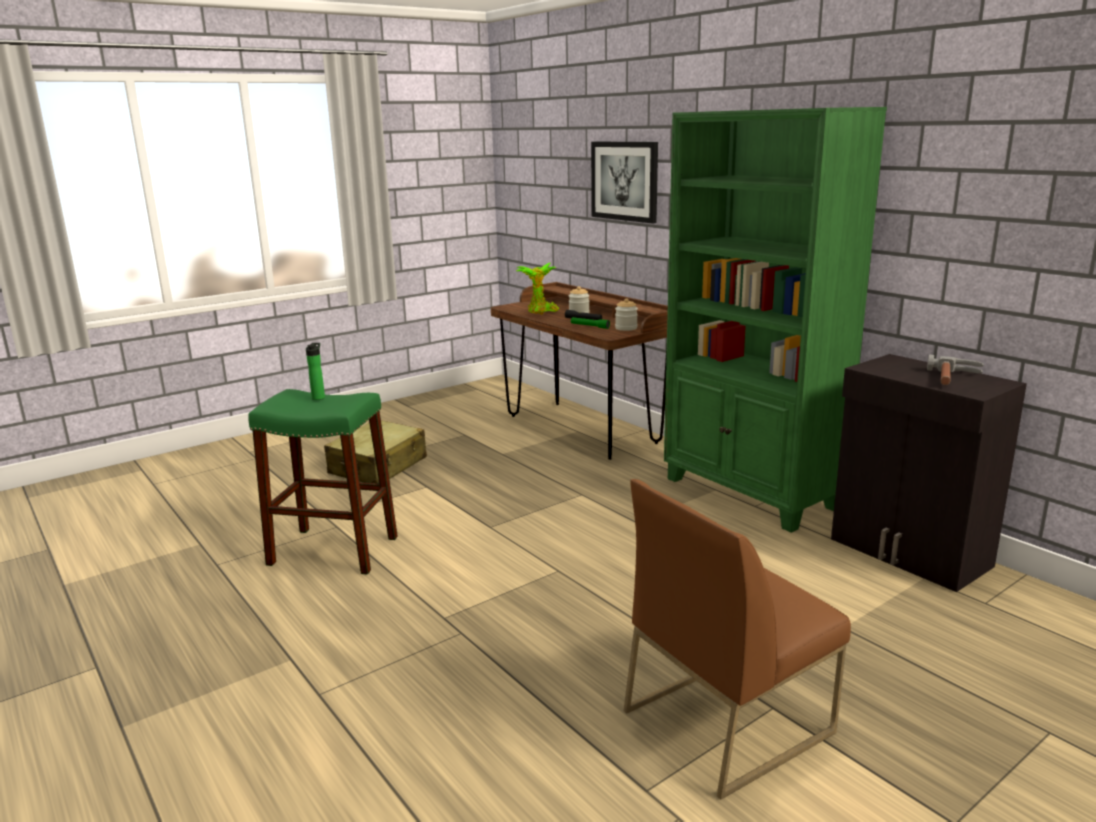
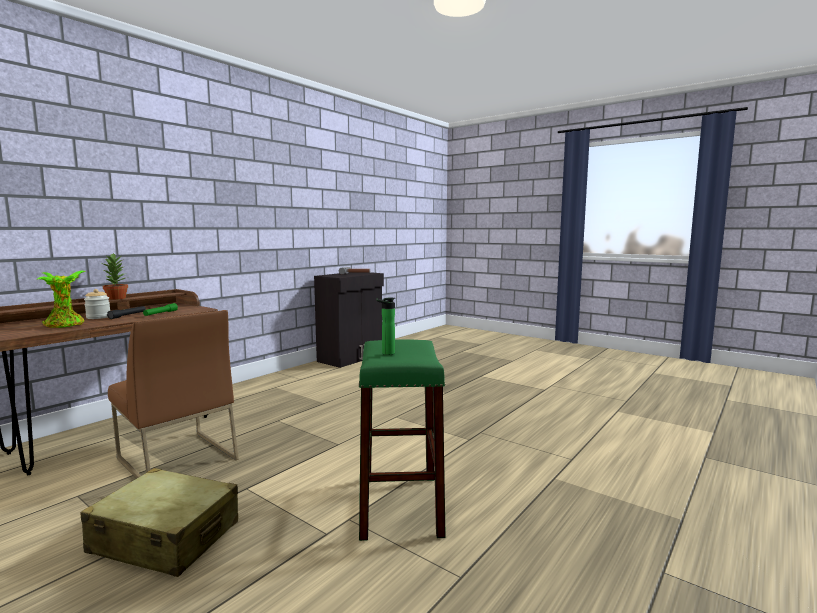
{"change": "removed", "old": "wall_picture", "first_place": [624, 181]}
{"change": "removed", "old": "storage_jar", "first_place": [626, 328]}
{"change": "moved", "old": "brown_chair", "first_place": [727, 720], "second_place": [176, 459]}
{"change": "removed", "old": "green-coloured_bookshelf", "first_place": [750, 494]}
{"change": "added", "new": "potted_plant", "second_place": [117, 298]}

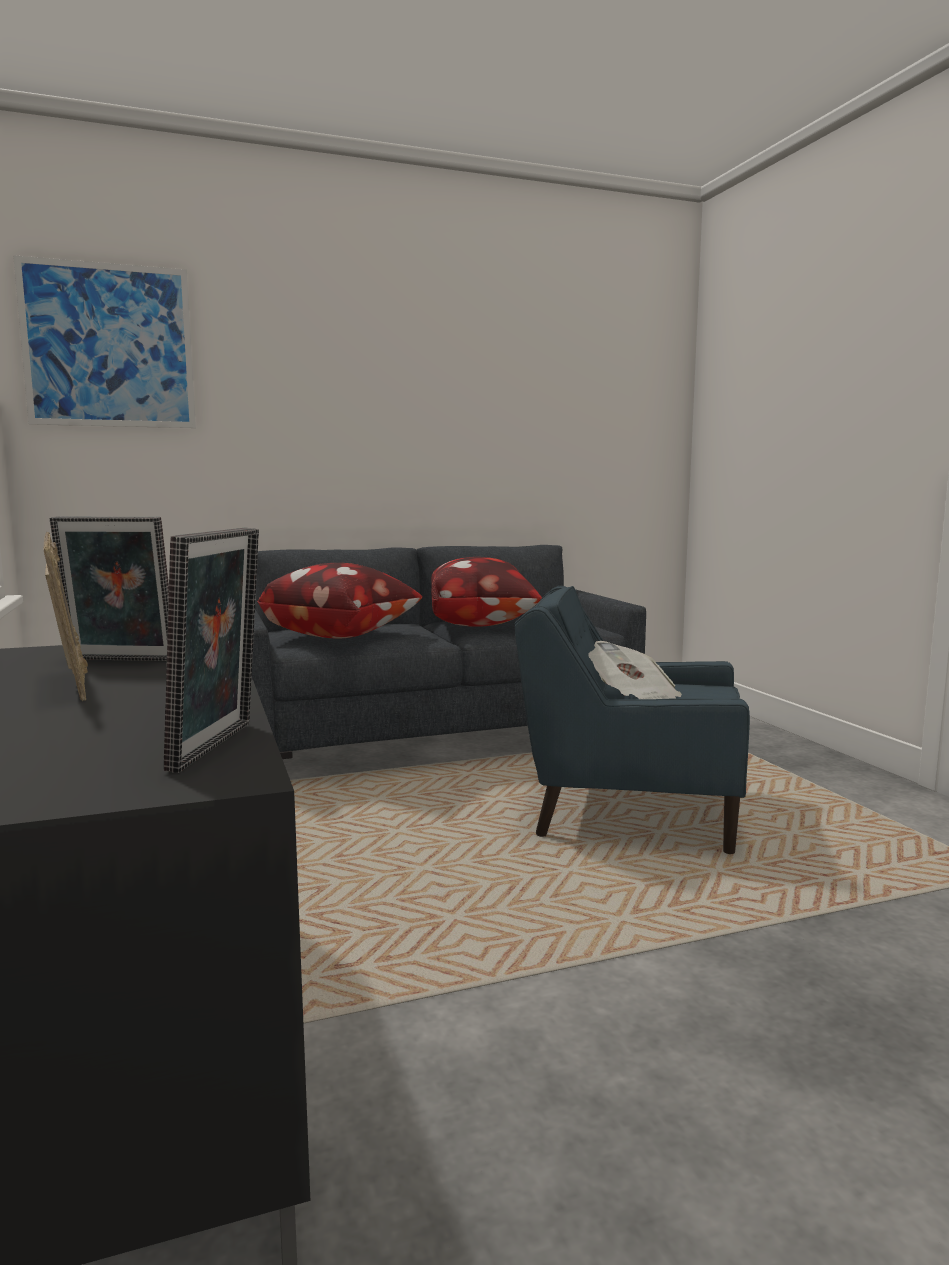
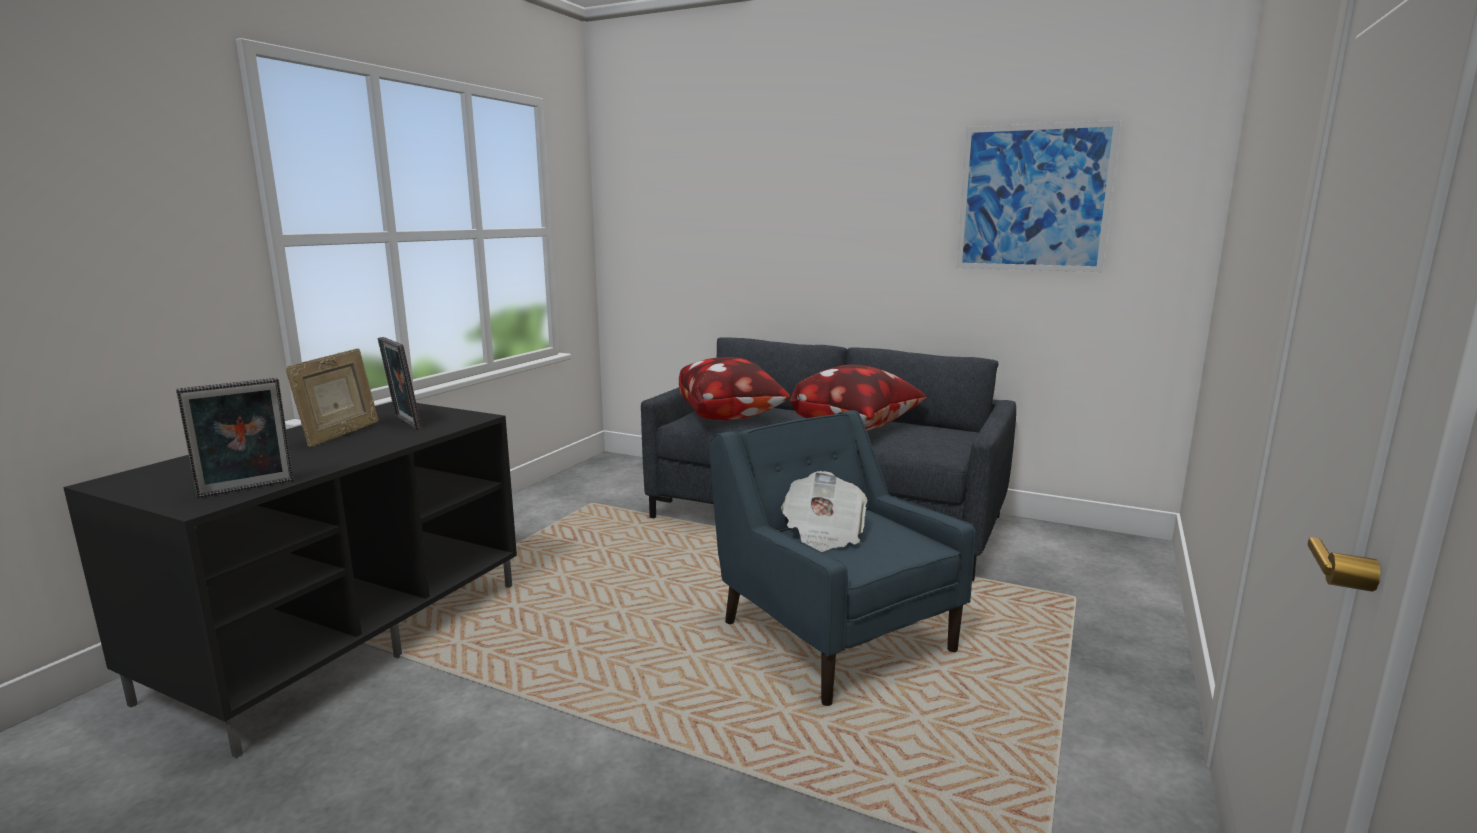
{"change": "moved", "old": "wall_picture", "first_place": [109, 346], "second_place": [1033, 198]}

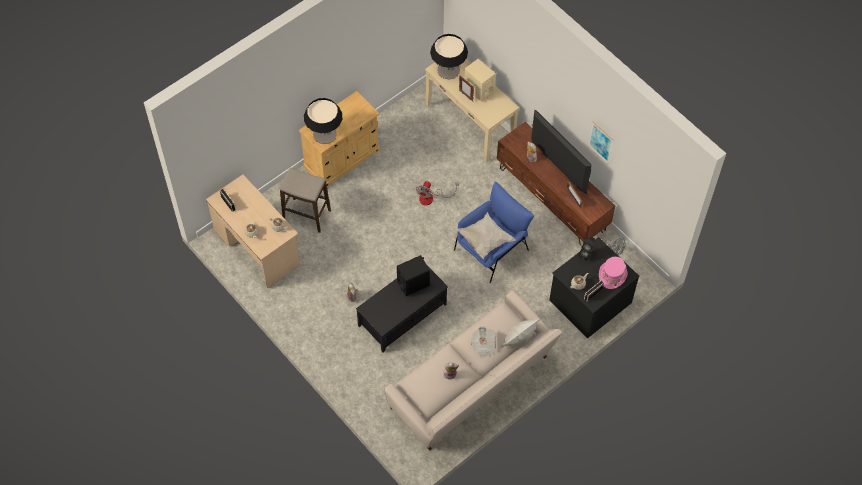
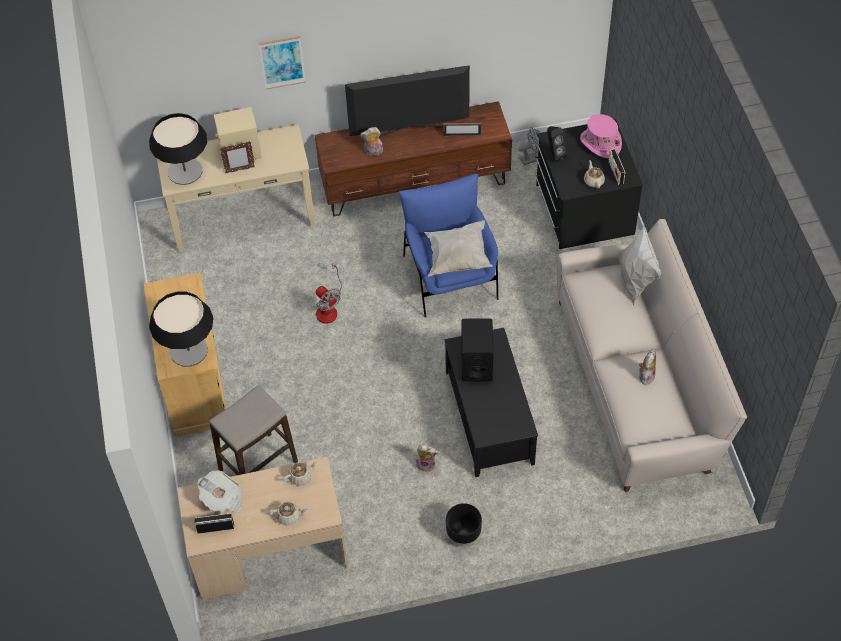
{"change": "moved", "old": "newspaper", "first_place": [483, 346], "second_place": [223, 499]}
{"change": "moved", "old": "wall_picture", "first_place": [600, 142], "second_place": [282, 62]}
{"change": "added", "new": "black-coloured_plant_pot", "second_place": [463, 536]}

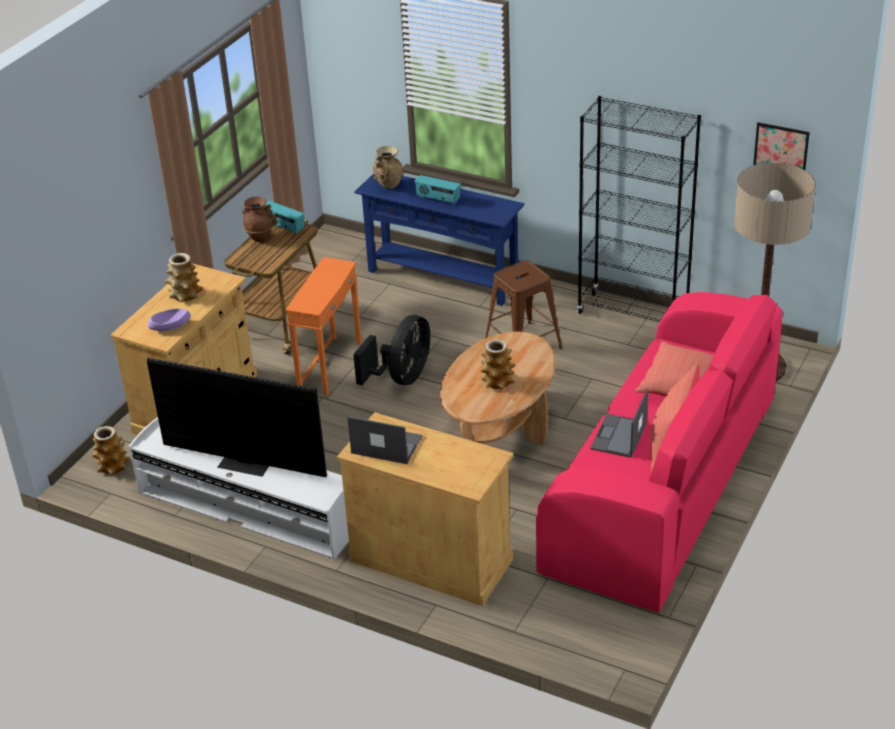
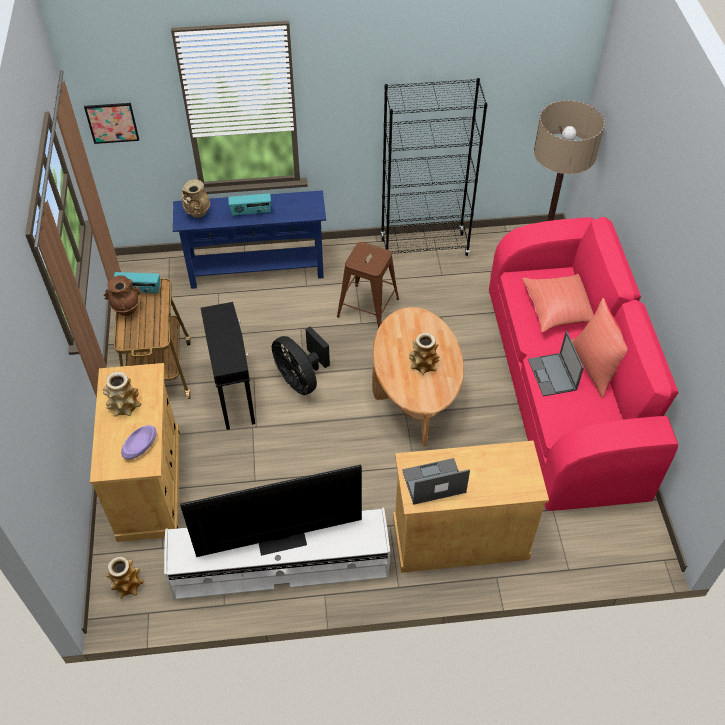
{"change": "recoloured", "old": "orangey_accent_table", "new": "black-coloured_accent_table", "first_place": [331, 365], "second_place": [234, 393]}
{"change": "turned", "old": "black-coloured_fan", "first_place": [402, 377], "second_place": [301, 379], "degrees": 150}
{"change": "moved", "old": "wall_picture", "first_place": [781, 150], "second_place": [112, 122]}

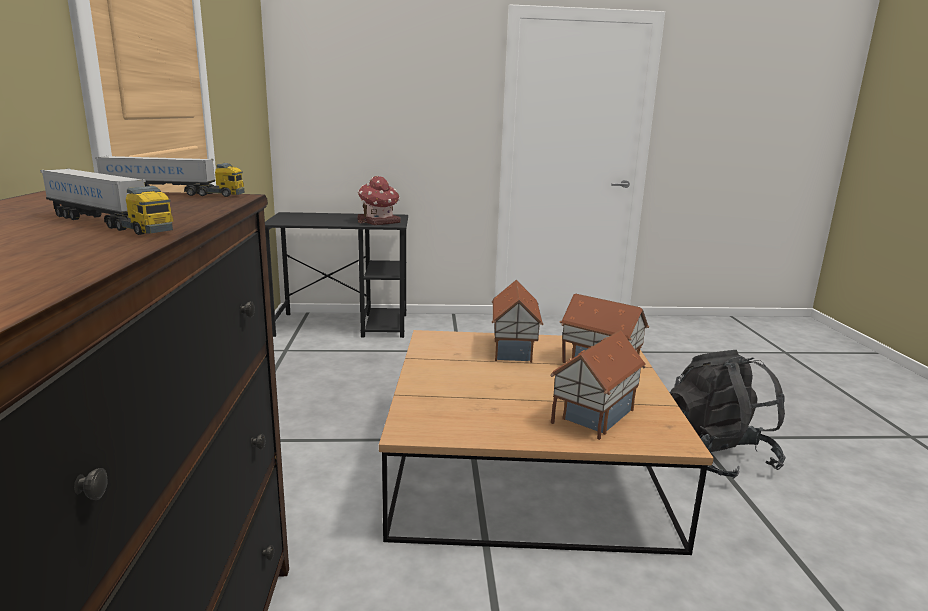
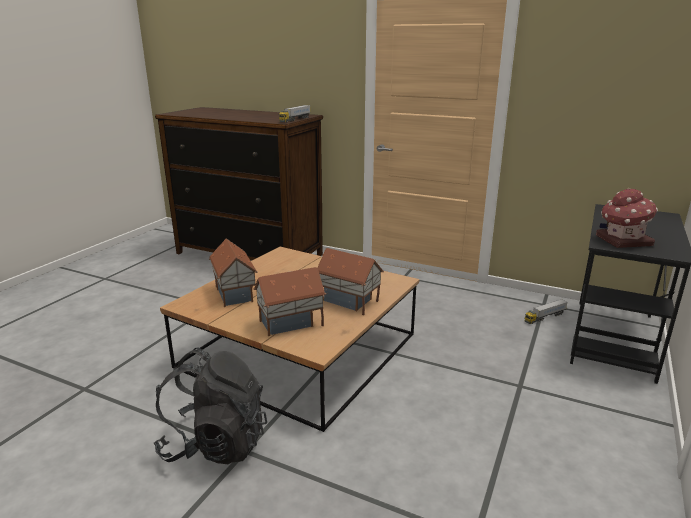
{"change": "moved", "old": "toy_lorry", "first_place": [108, 223], "second_place": [544, 317]}

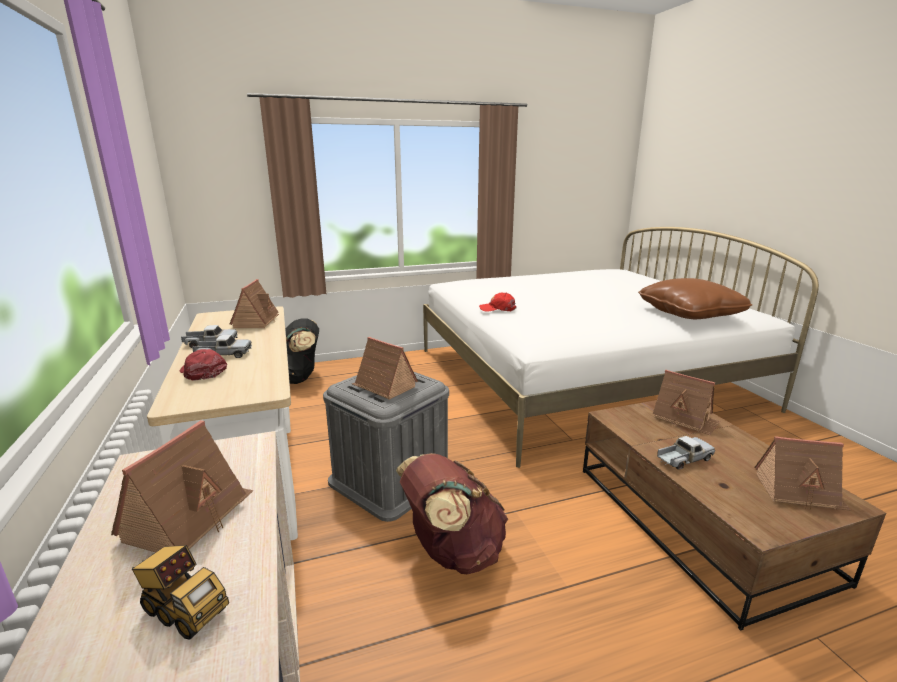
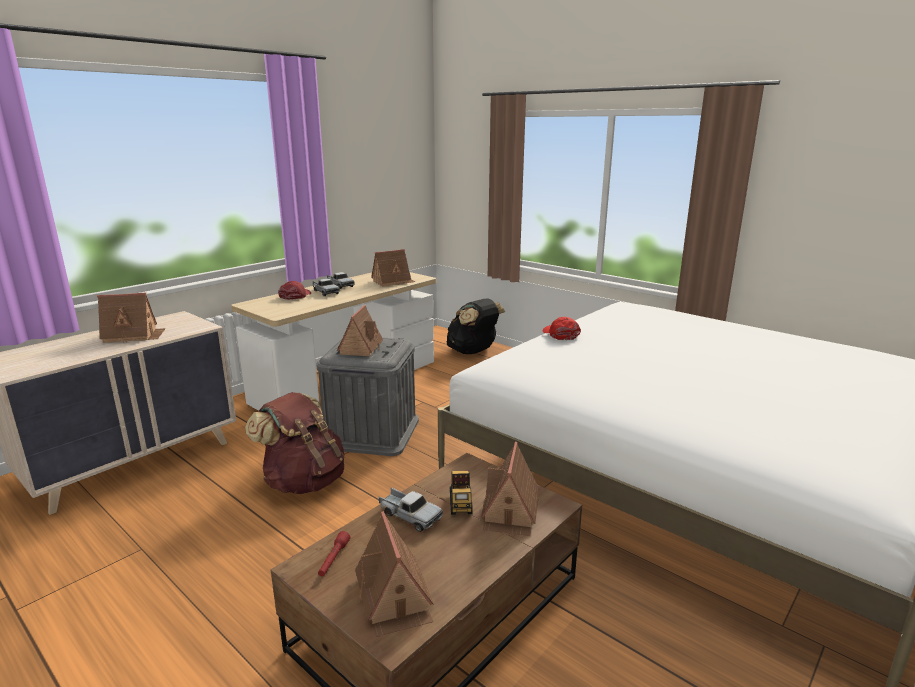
{"change": "moved", "old": "toy_lorry", "first_place": [184, 610], "second_place": [460, 504]}
{"change": "removed", "old": "brown_cushion", "first_place": [689, 314]}
{"change": "added", "new": "red_hand_torch", "second_place": [333, 559]}

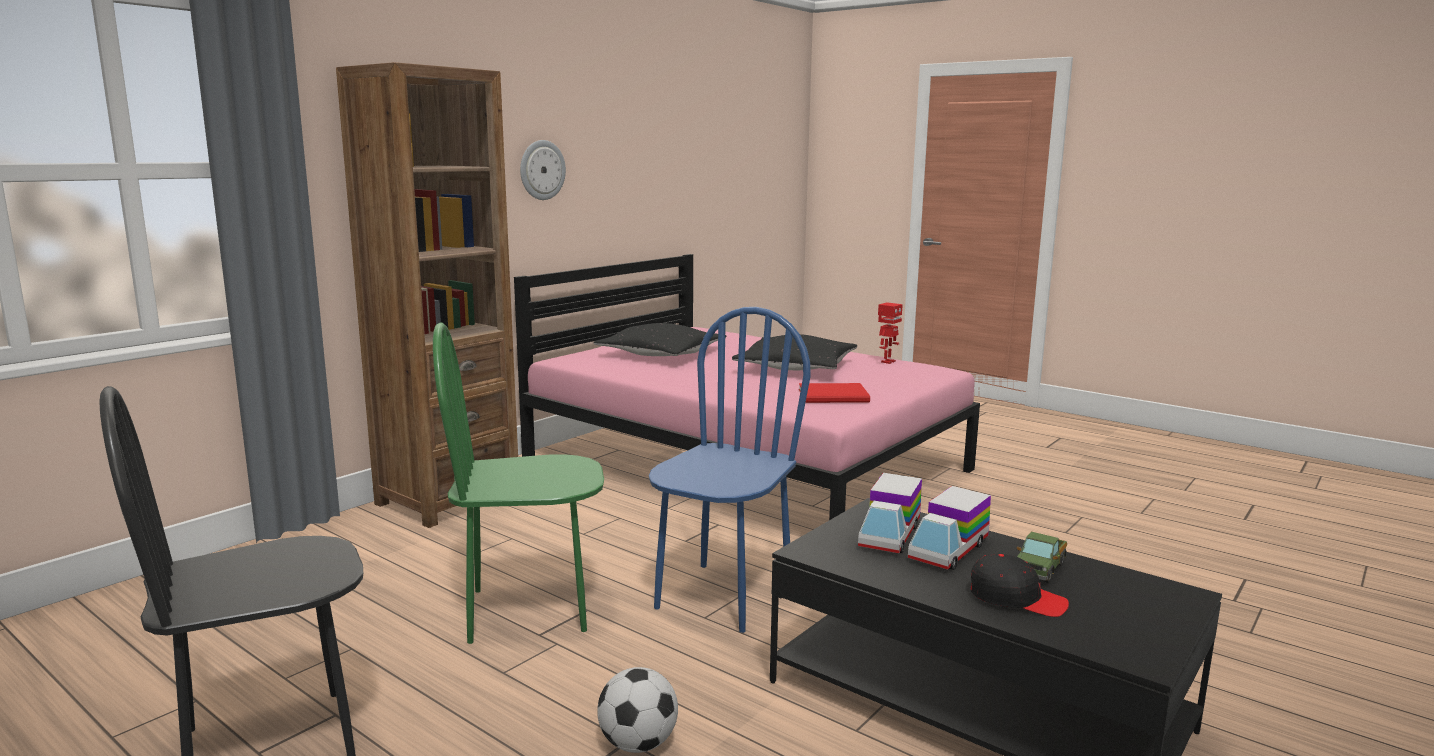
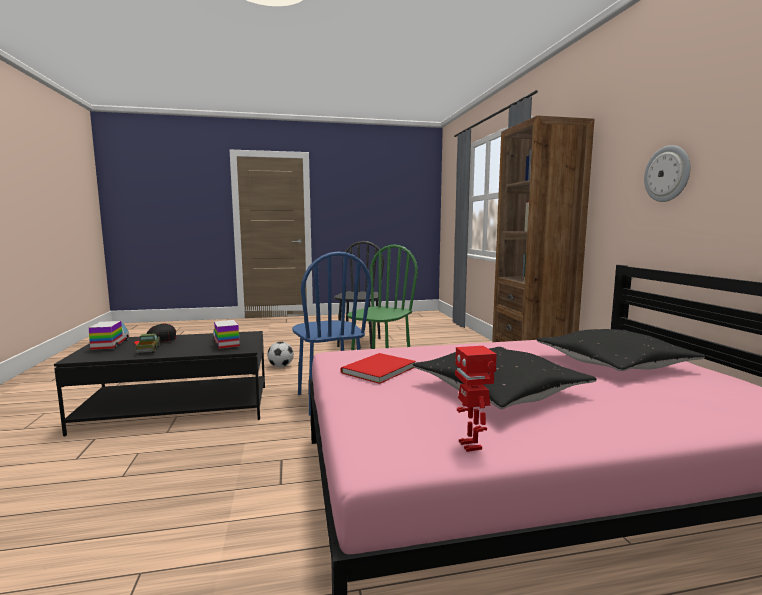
{"change": "moved", "old": "toy_lorry", "first_place": [948, 550], "second_place": [111, 345]}

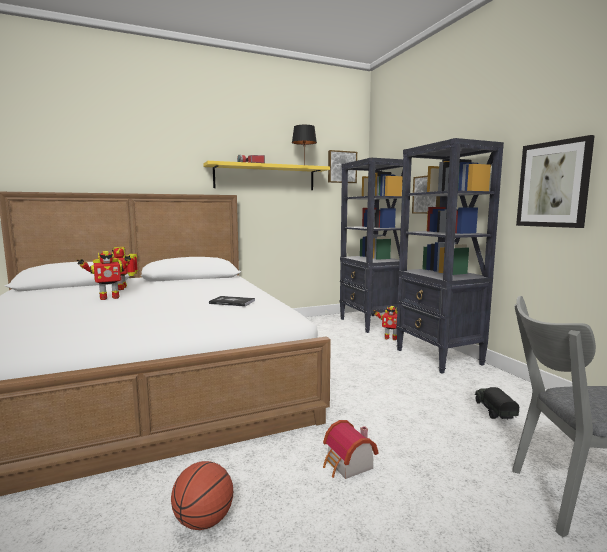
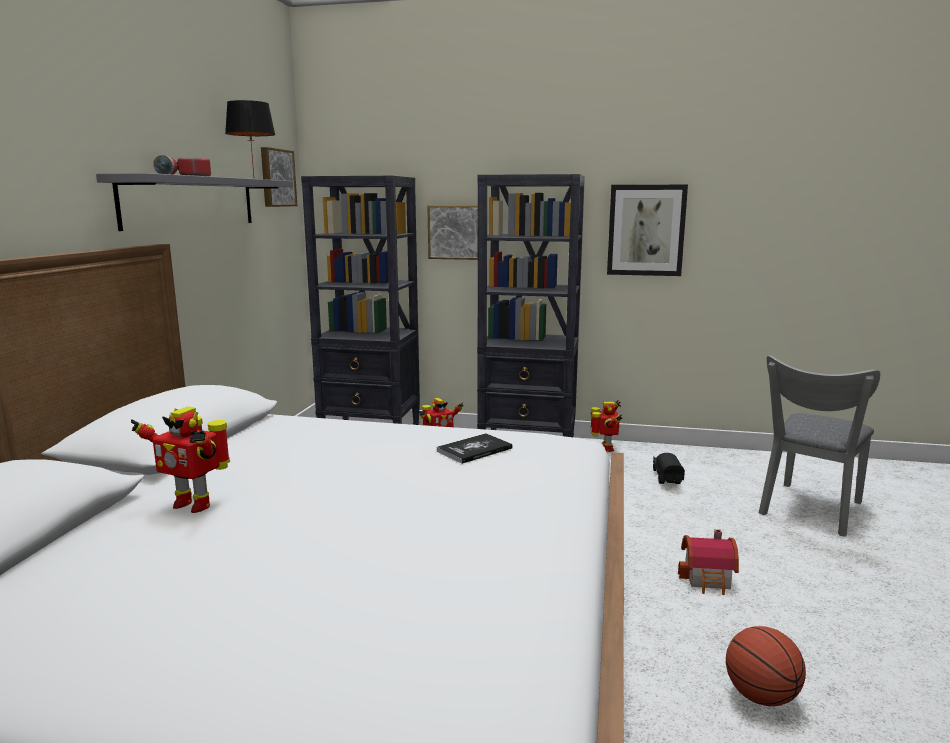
{"change": "moved", "old": "model_robot", "first_place": [109, 298], "second_place": [606, 448]}
{"change": "recoloured", "old": "yellow-coloured_shelf", "new": "greyish_shelf", "first_place": [265, 177], "second_place": [191, 202]}
{"change": "turned", "old": "toy_lorry", "first_place": [493, 411], "second_place": [666, 478], "degrees": 60}

